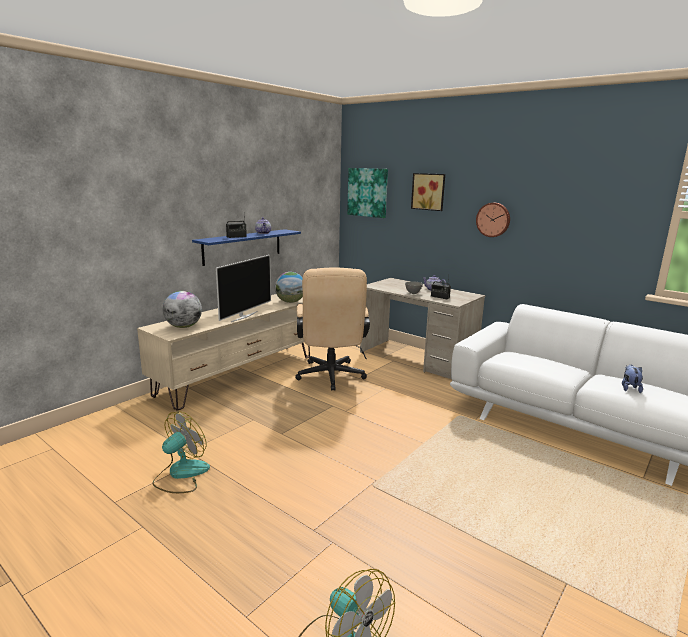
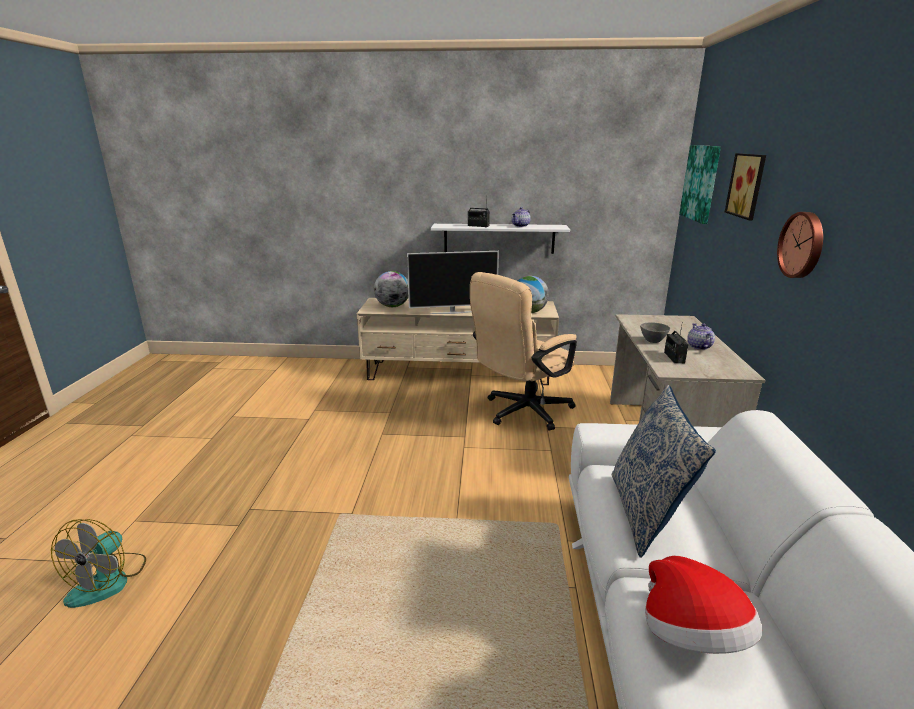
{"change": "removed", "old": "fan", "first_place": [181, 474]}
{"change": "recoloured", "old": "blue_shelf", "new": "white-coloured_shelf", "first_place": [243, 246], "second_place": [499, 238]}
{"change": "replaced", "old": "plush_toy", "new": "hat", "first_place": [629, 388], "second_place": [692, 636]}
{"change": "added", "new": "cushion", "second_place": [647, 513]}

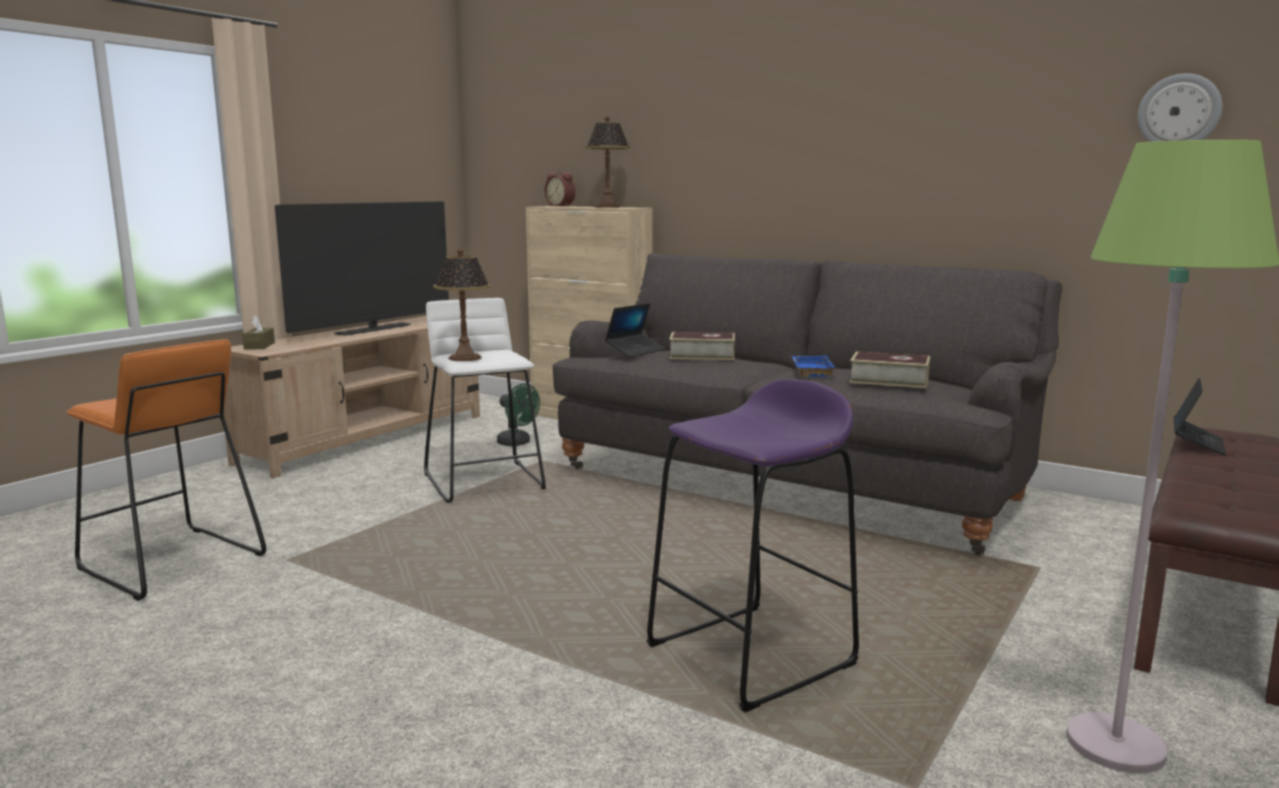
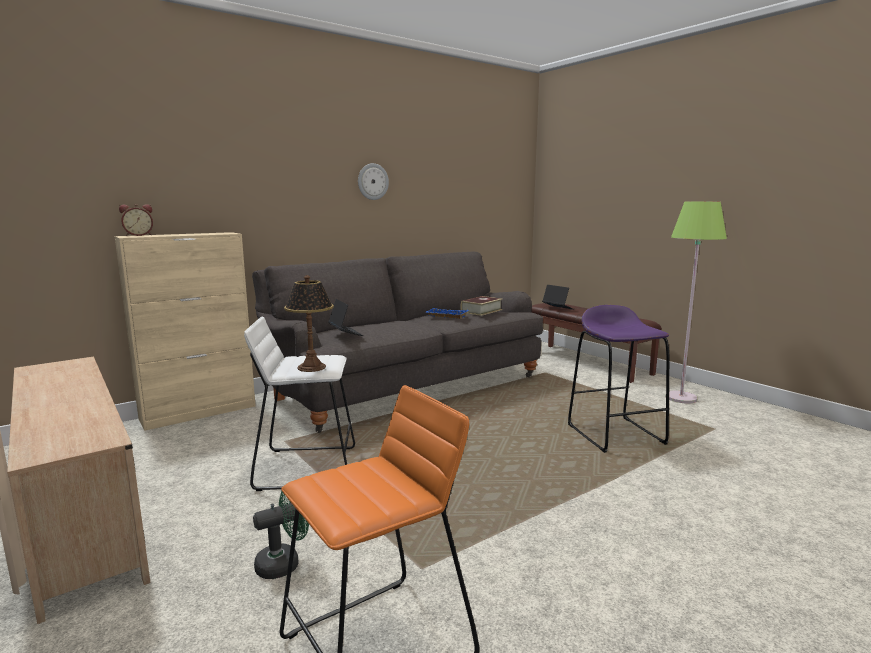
{"change": "removed", "old": "brown_tissue_holder", "first_place": [259, 346]}
{"change": "removed", "old": "TV", "first_place": [373, 329]}
{"change": "moved", "old": "green-coloured_fan", "first_place": [517, 443], "second_place": [284, 563]}
{"change": "removed", "old": "tabletop_lamp", "first_place": [608, 207]}
{"change": "removed", "old": "book", "first_place": [702, 355]}
{"change": "moved", "old": "hanging_clock", "first_place": [1179, 112], "second_place": [372, 181]}

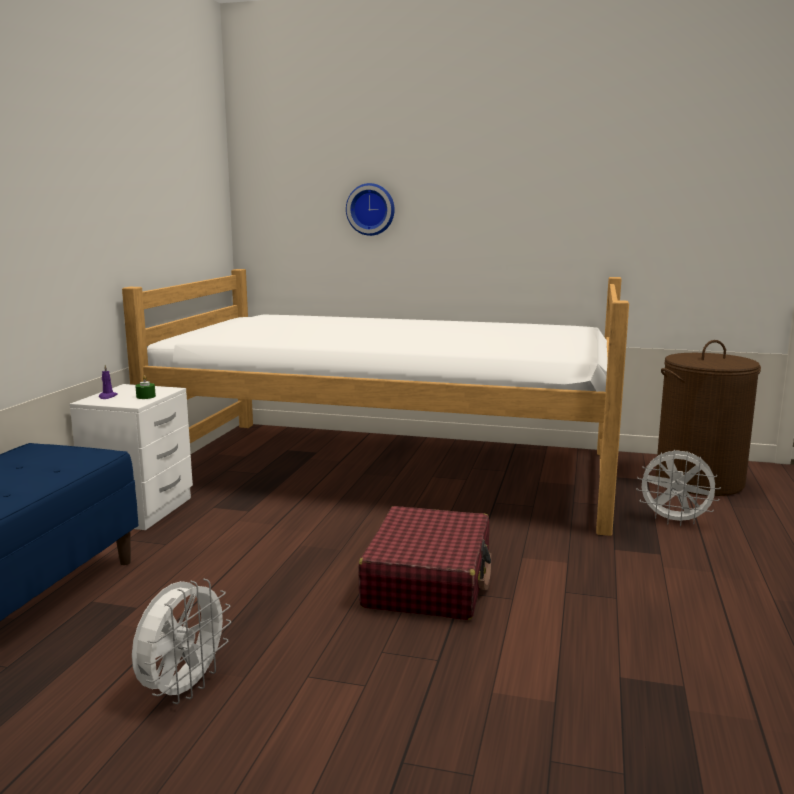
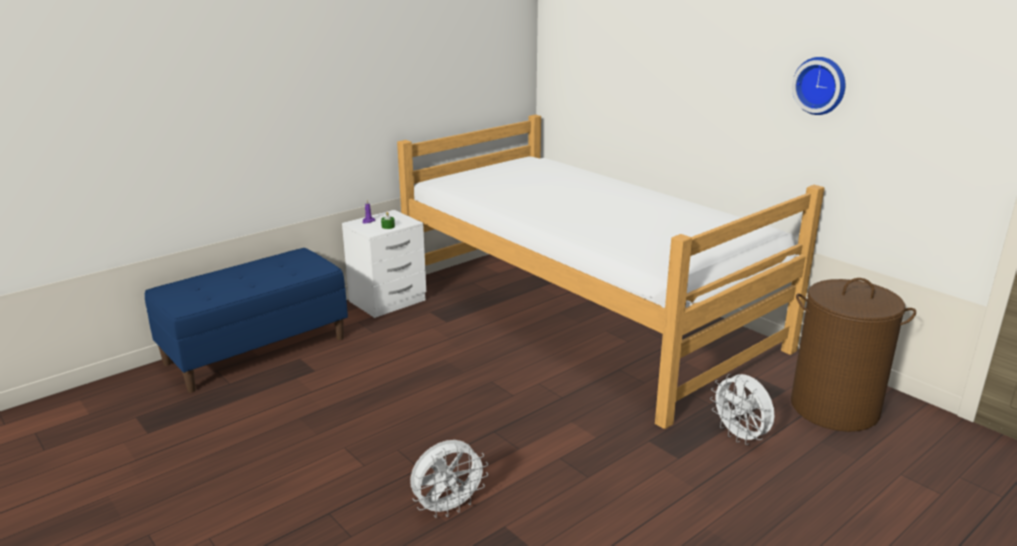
{"change": "moved", "old": "white-coloured_fan", "first_place": [183, 689], "second_place": [448, 508]}
{"change": "moved", "old": "hanging_clock", "first_place": [371, 209], "second_place": [820, 85]}
{"change": "removed", "old": "red_piece_of_luggage", "first_place": [428, 581]}

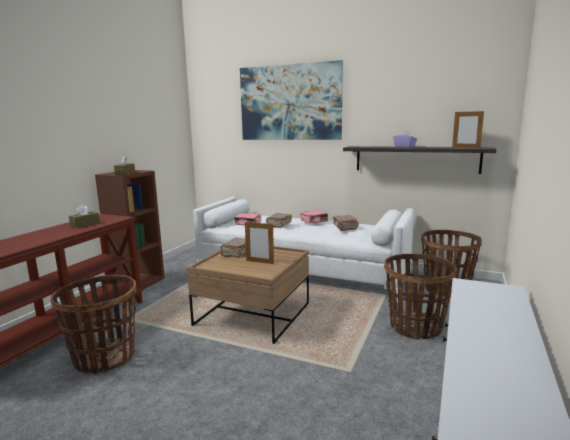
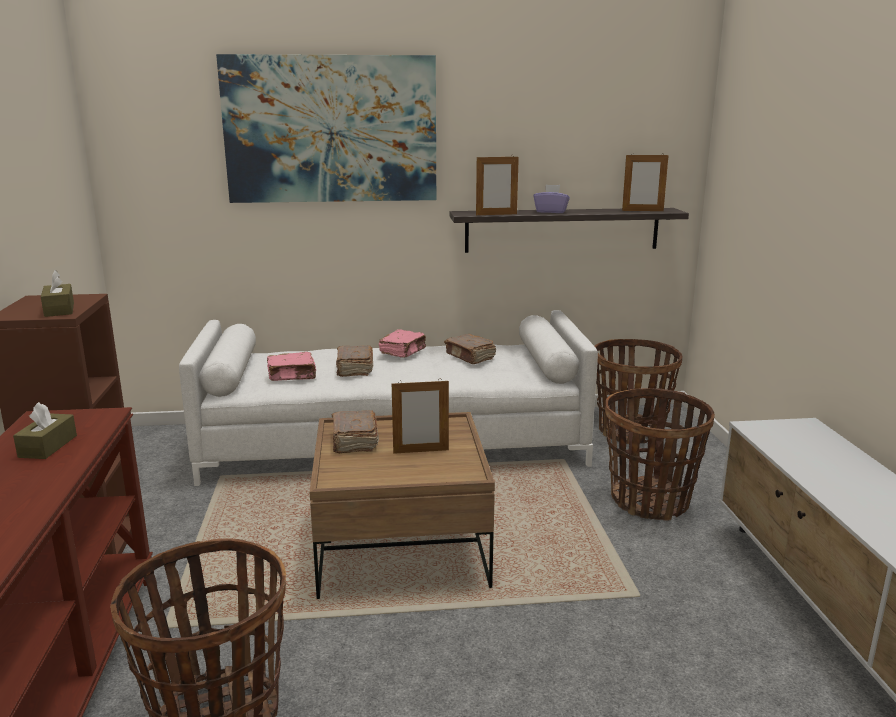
{"change": "added", "new": "standing_frame", "second_place": [496, 214]}

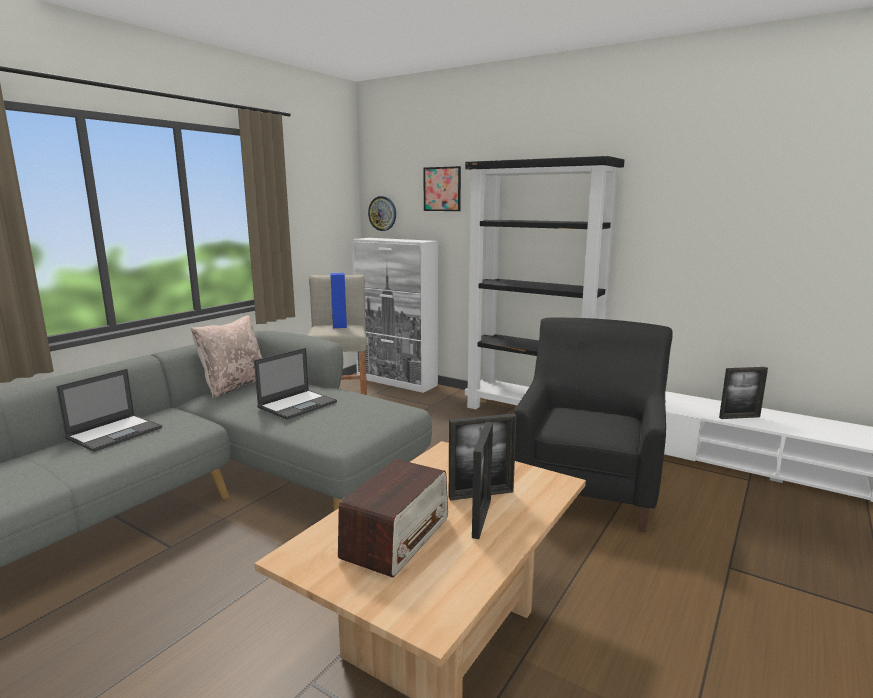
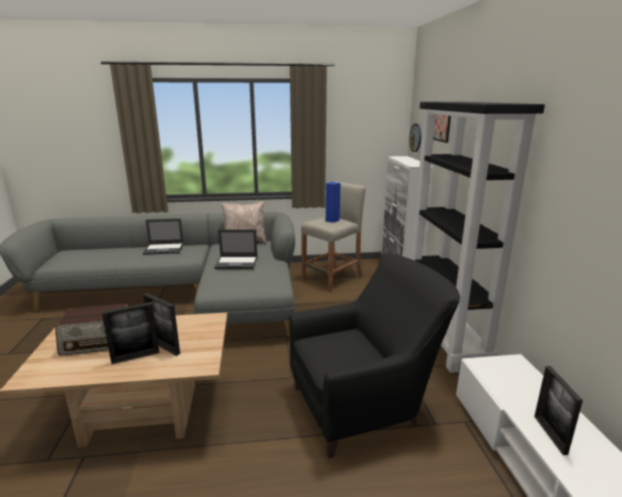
{"change": "turned", "old": "standing_frame", "first_place": [739, 417], "second_place": [550, 434], "degrees": 45}

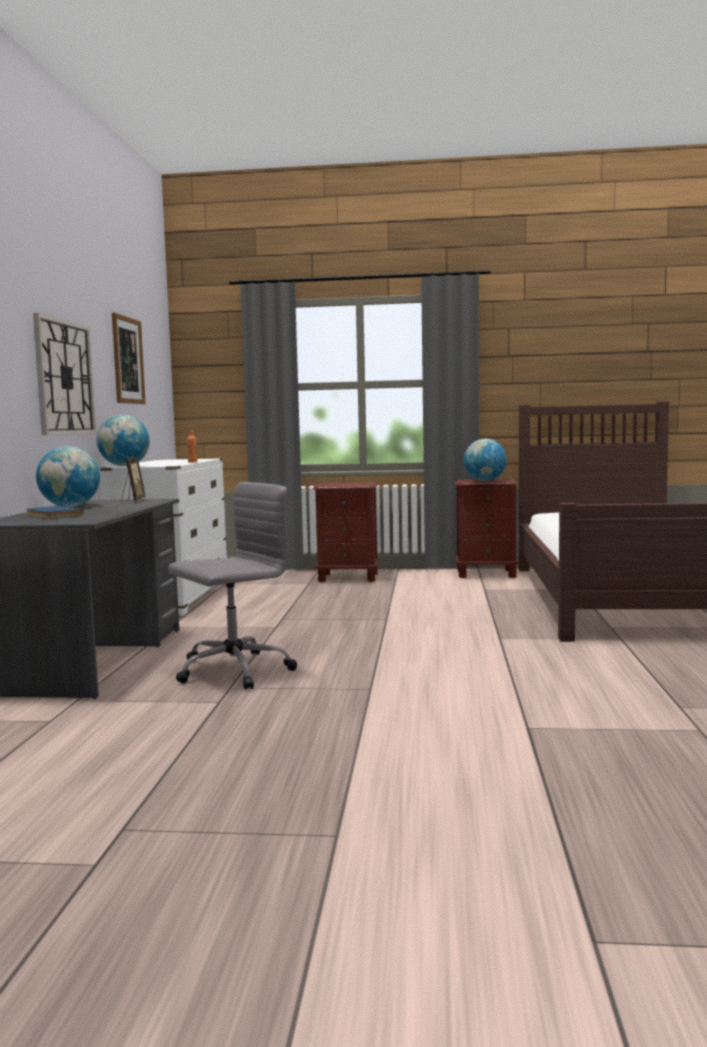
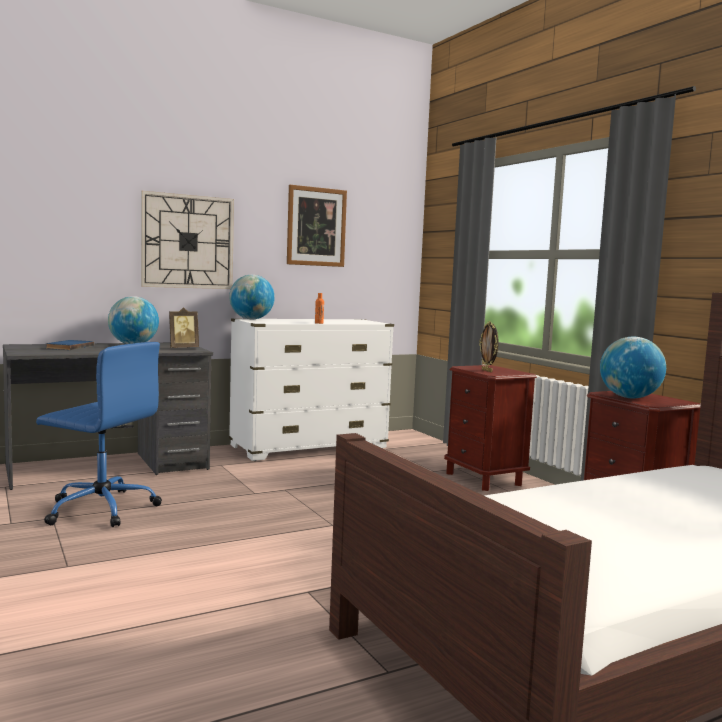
{"change": "recoloured", "old": "greyish_computer_chair", "new": "blue_computer_chair", "first_place": [231, 671], "second_place": [100, 508]}
{"change": "added", "new": "standing_frame", "second_place": [487, 371]}

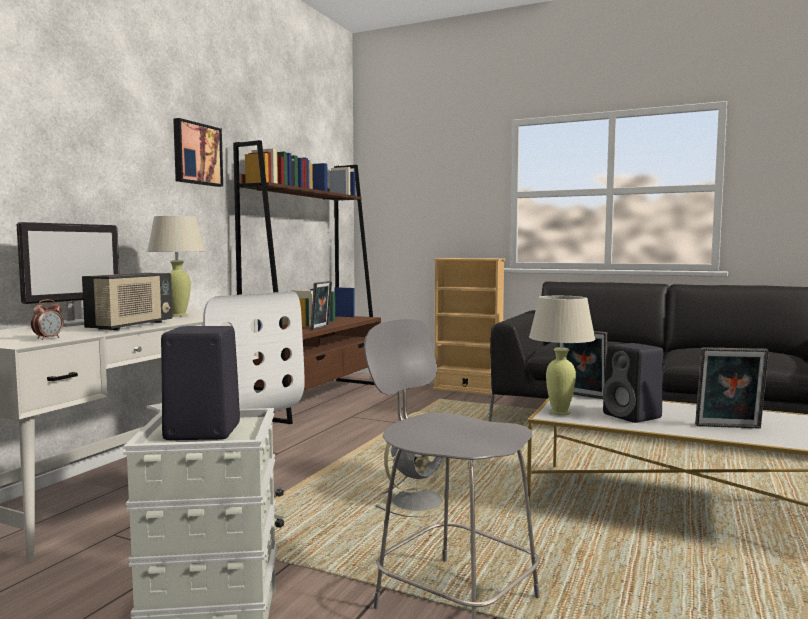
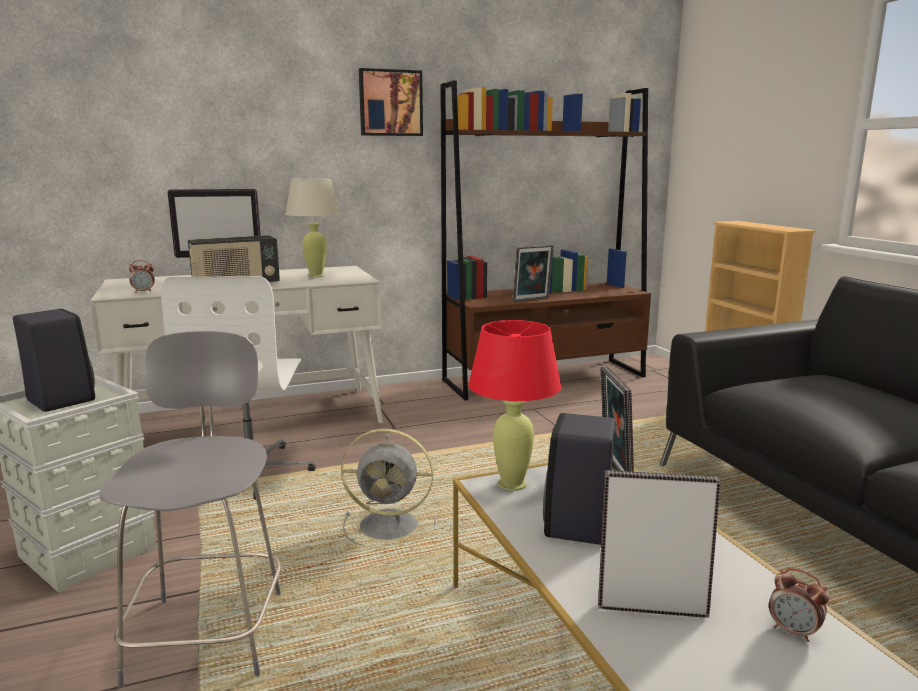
{"change": "recoloured", "old": "beige_tabletop_lamp", "new": "red_tabletop_lamp", "first_place": [560, 412], "second_place": [512, 484]}
{"change": "turned", "old": "standing_frame", "first_place": [729, 427], "second_place": [651, 606], "degrees": 135}
{"change": "added", "new": "table_clock", "second_place": [793, 632]}

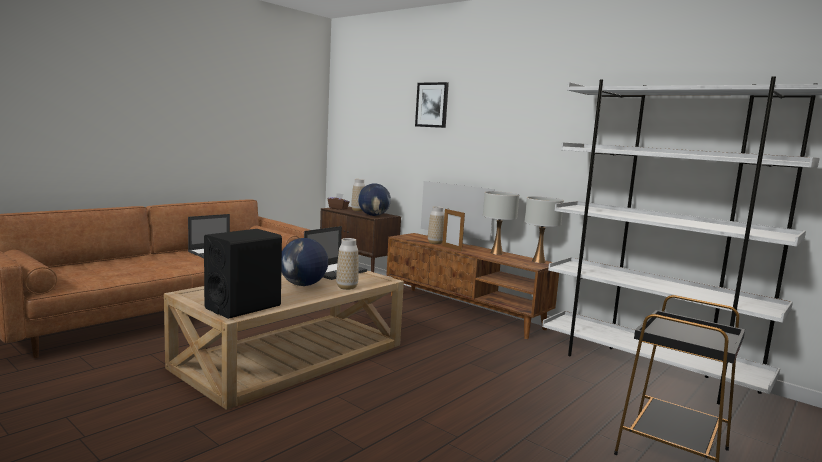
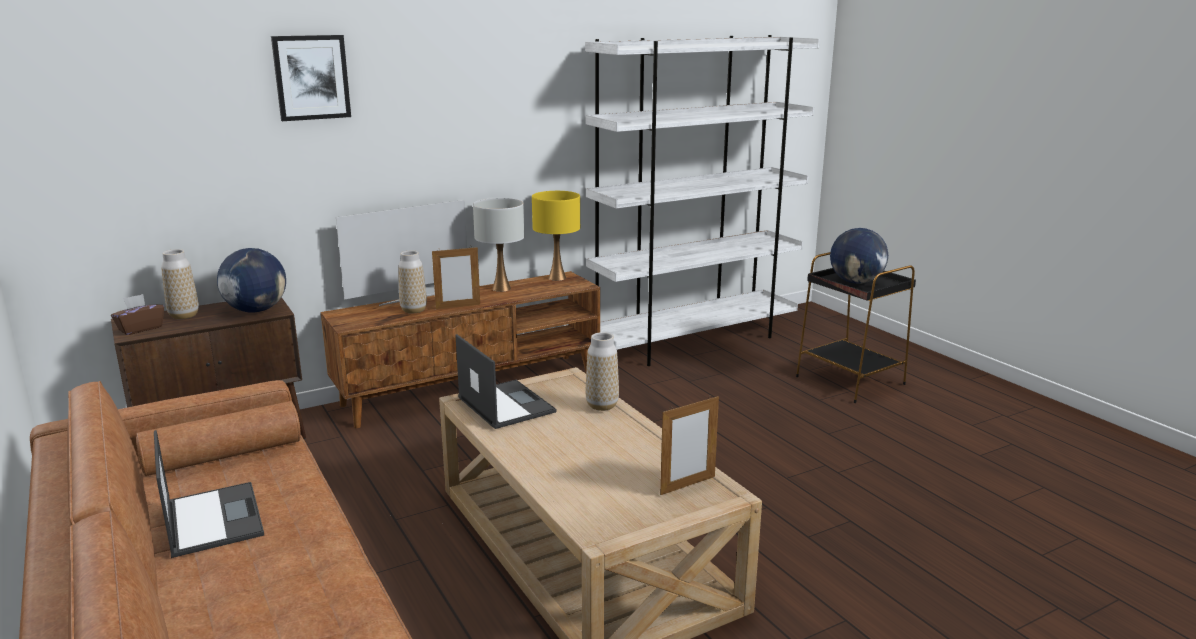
{"change": "replaced", "old": "black-coloured_speaker", "new": "standing_frame", "first_place": [243, 307], "second_place": [687, 485]}
{"change": "moved", "old": "globe", "first_place": [303, 285], "second_place": [856, 282]}
{"change": "recoloured", "old": "white-coloured_tabletop_lamp", "new": "yellow-coloured_tabletop_lamp", "first_place": [538, 261], "second_place": [557, 278]}

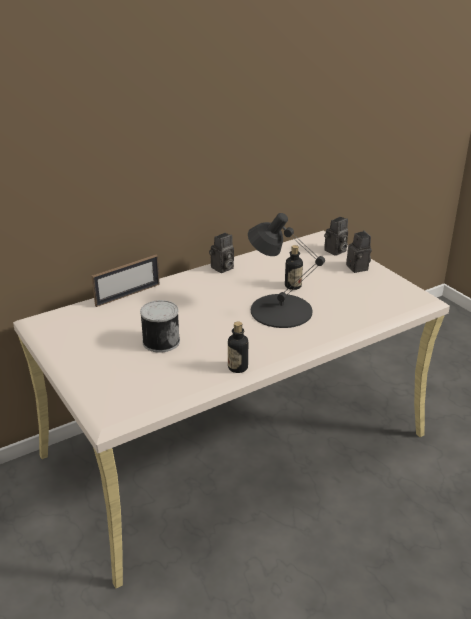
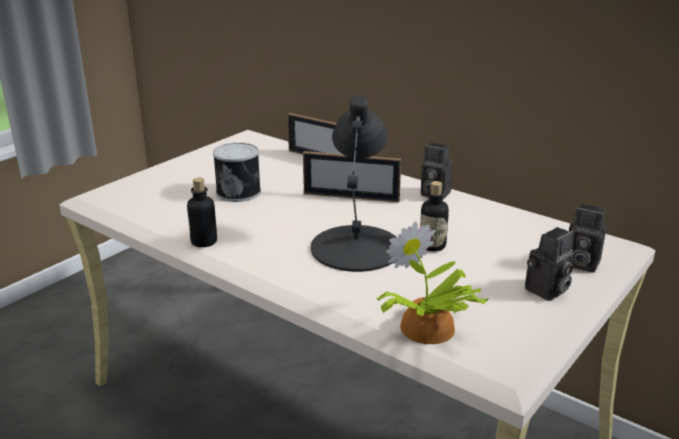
{"change": "added", "new": "standing_frame", "second_place": [351, 197]}
{"change": "added", "new": "potted_plant", "second_place": [427, 330]}

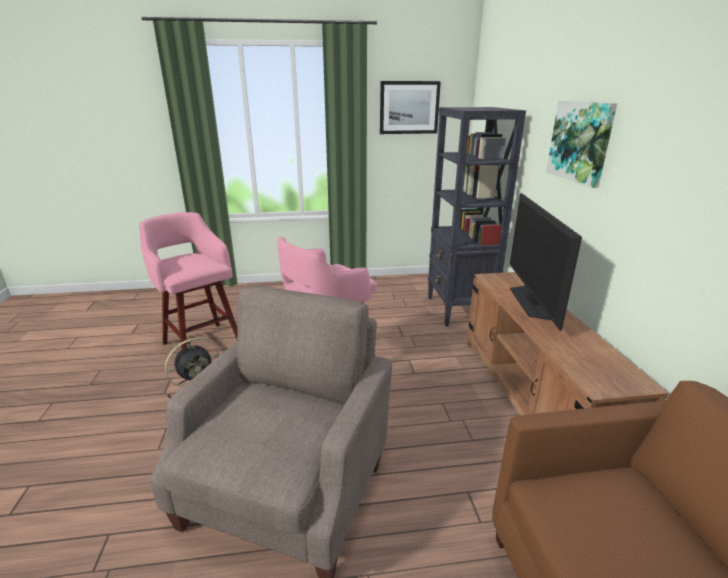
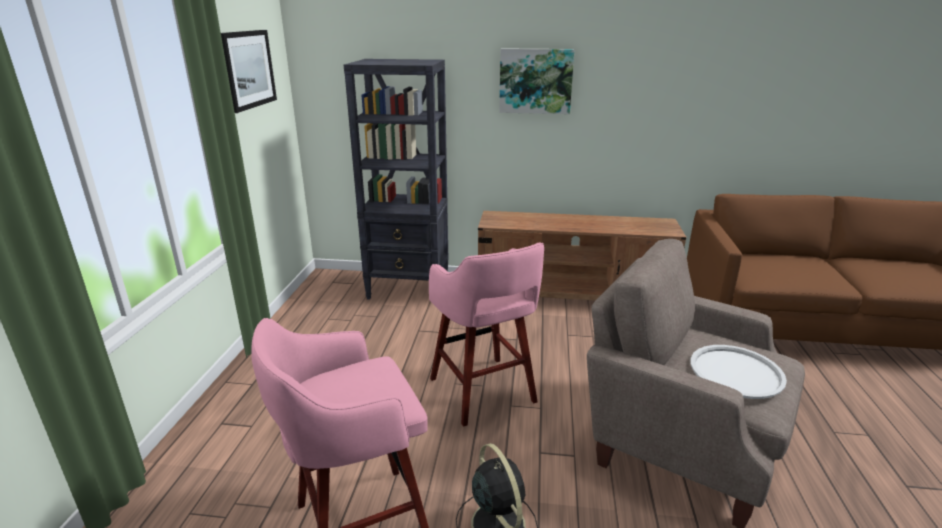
{"change": "removed", "old": "TV", "first_place": [532, 302]}
{"change": "added", "new": "white-coloured_carrying_tray", "second_place": [736, 372]}

